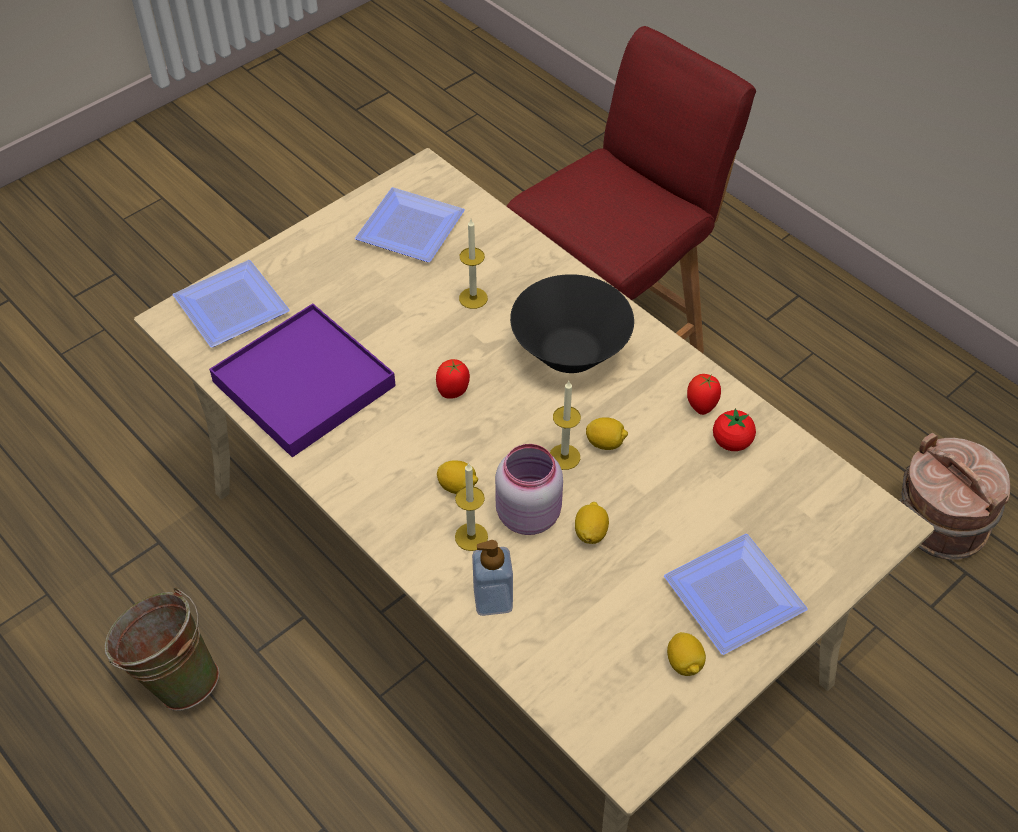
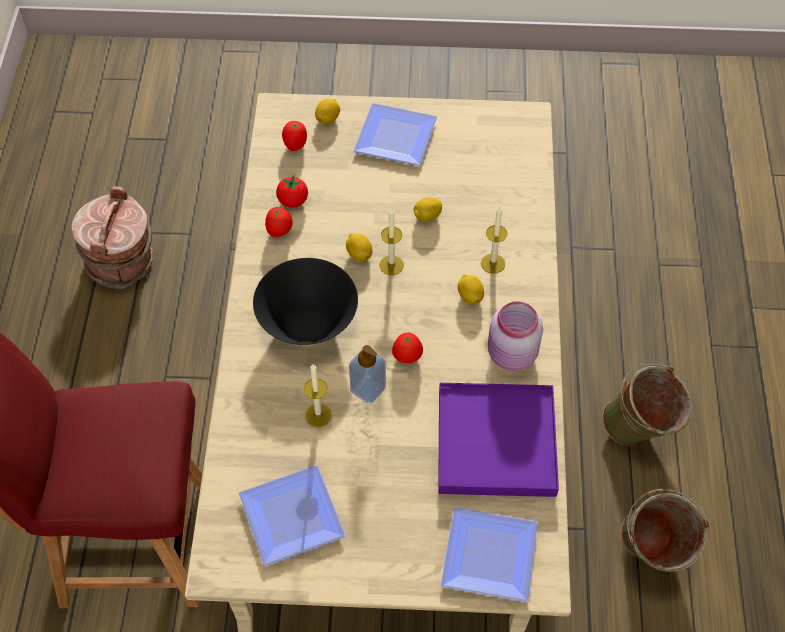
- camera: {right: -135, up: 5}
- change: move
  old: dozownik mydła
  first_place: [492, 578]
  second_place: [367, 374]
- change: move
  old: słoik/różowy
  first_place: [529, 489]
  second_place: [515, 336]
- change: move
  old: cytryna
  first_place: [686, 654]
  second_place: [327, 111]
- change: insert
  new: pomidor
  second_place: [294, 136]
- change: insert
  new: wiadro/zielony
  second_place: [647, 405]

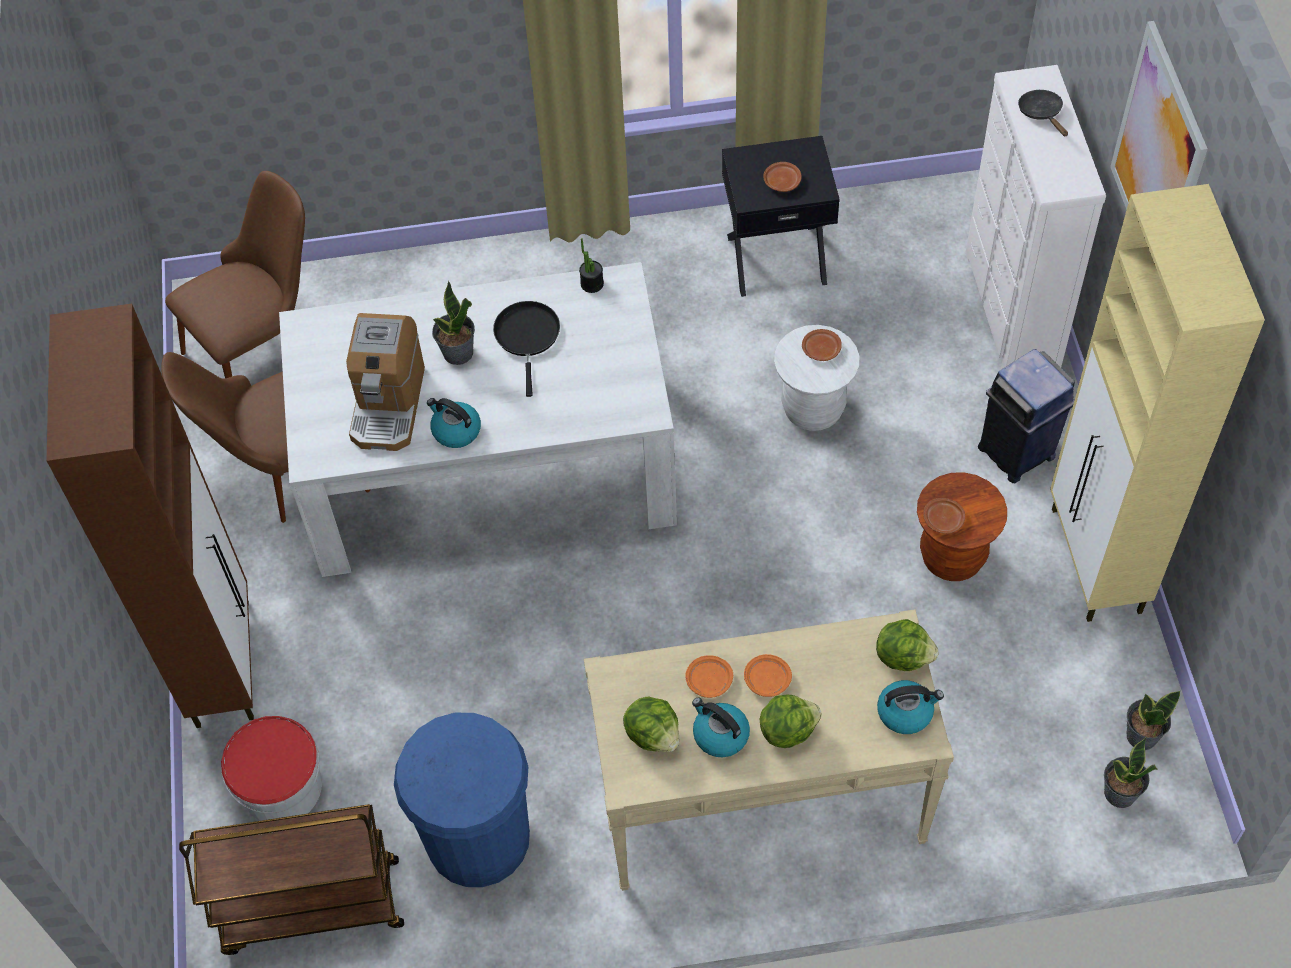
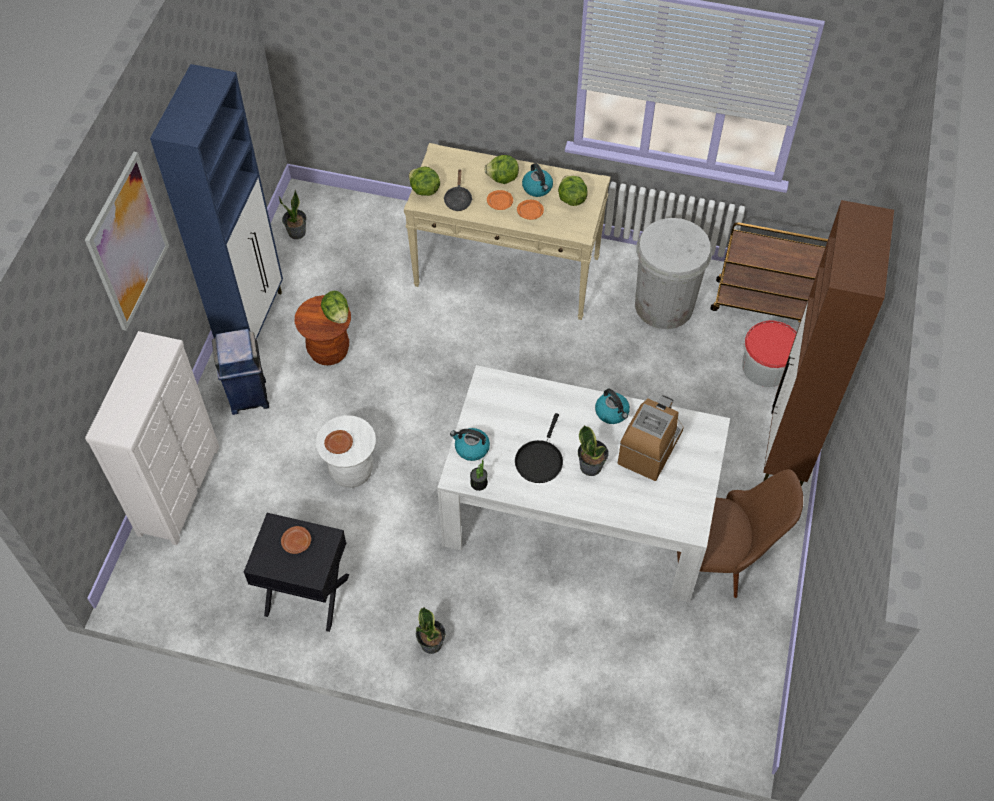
- camera: {right: -160, up: 0}
- change: delete
  old: krzesło/brązowy
  first_place: [235, 274]
- change: recolor
  old: kosz na śmieci/niebieski
  new: kosz na śmieci/biały
  first_place: [462, 800]
  second_place: [673, 273]
- change: move
  old: czajnik
  first_place: [910, 707]
  second_place: [470, 444]
- change: replace
  old: talerz/brązowy
  new: sałata
  first_place: [944, 516]
  second_place: [334, 307]
- change: move
  old: patelnia/czarny
  first_place: [1043, 113]
  second_place: [458, 190]
- change: recolor
  old: szafka/beżowy
  new: szafka/niebieski
  first_place: [1157, 403]
  second_place: [216, 201]
- change: move
  old: roślina doniczkowa
  first_place: [1131, 772]
  second_place: [431, 630]

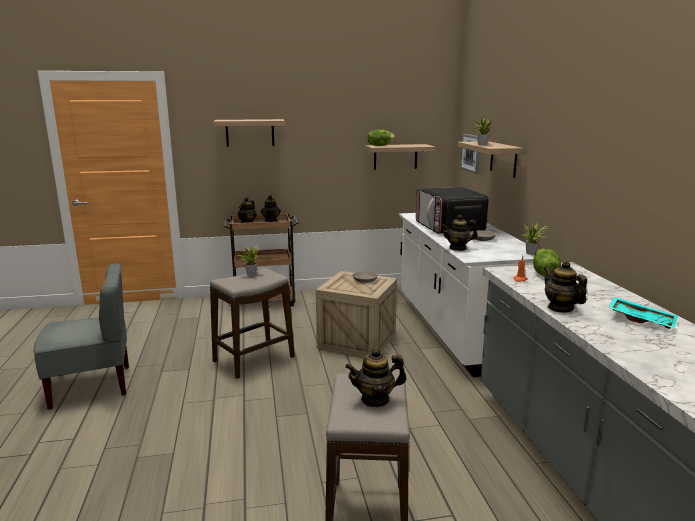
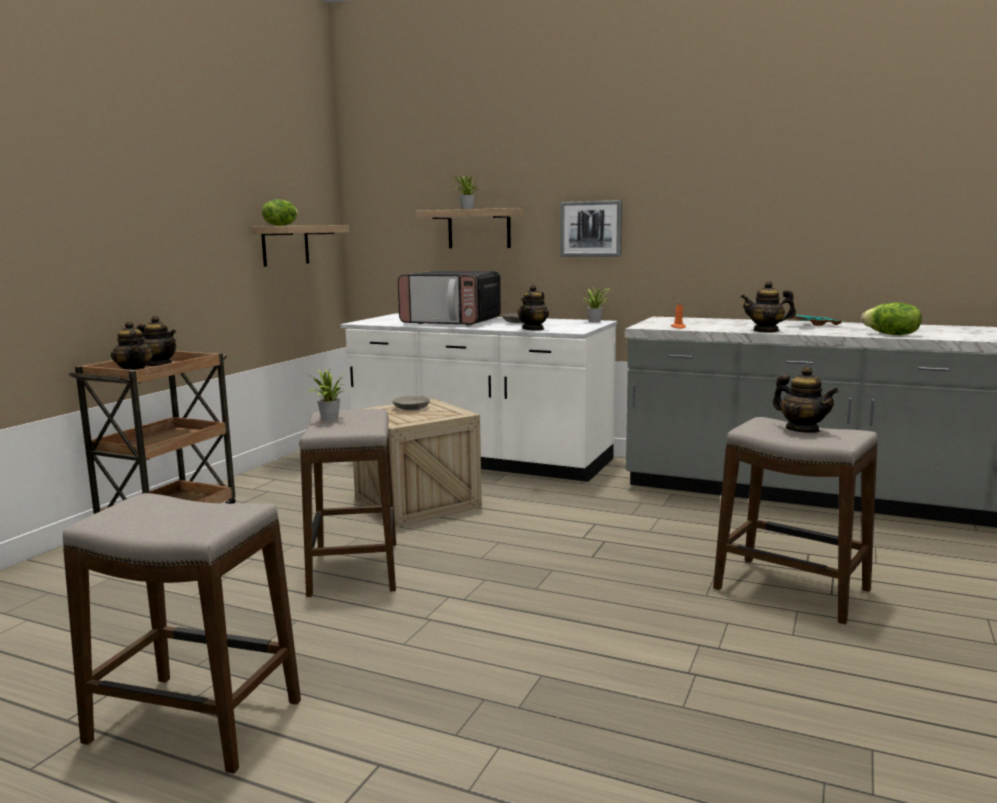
- camera: {right: -55, up: -5}
- change: replace
  old: krzesło/szary
  new: stołek
  first_place: [81, 336]
  second_place: [182, 633]
- change: delete
  old: półka
  first_place: [249, 132]
- change: rotate
  old: imbryk
  first_place: [375, 377]
  second_place: [806, 399]
  degrees: -60
- change: move
  old: obraz
  first_place: [470, 154]
  second_place: [591, 228]
- change: move
  old: sałata
  first_place: [547, 262]
  second_place: [892, 318]

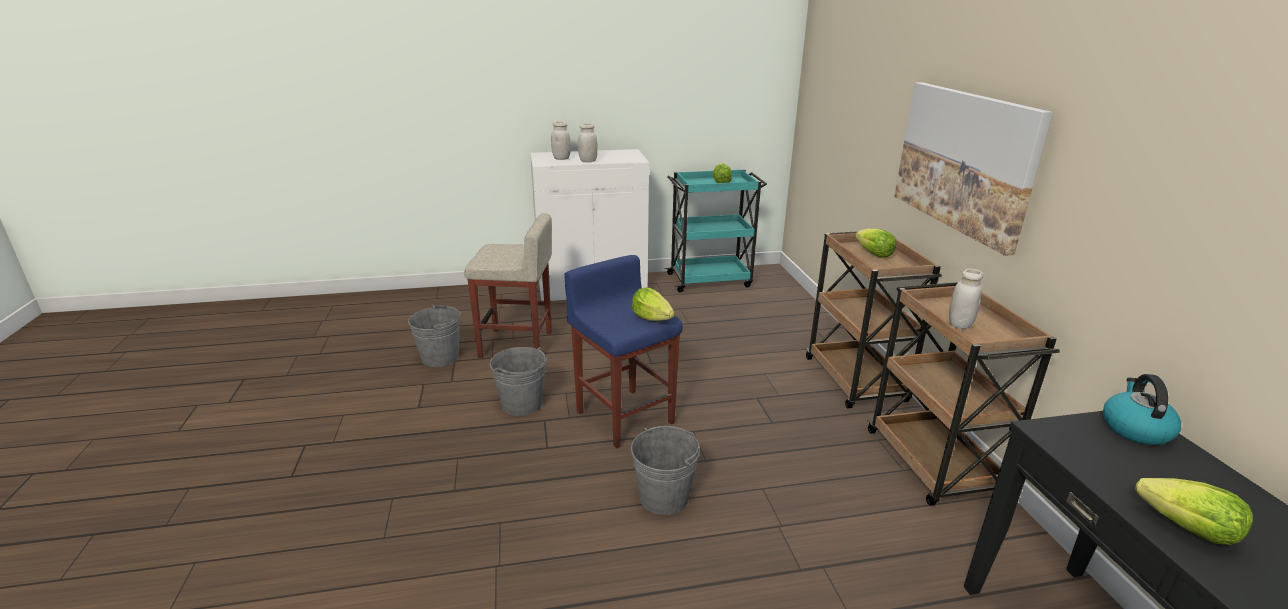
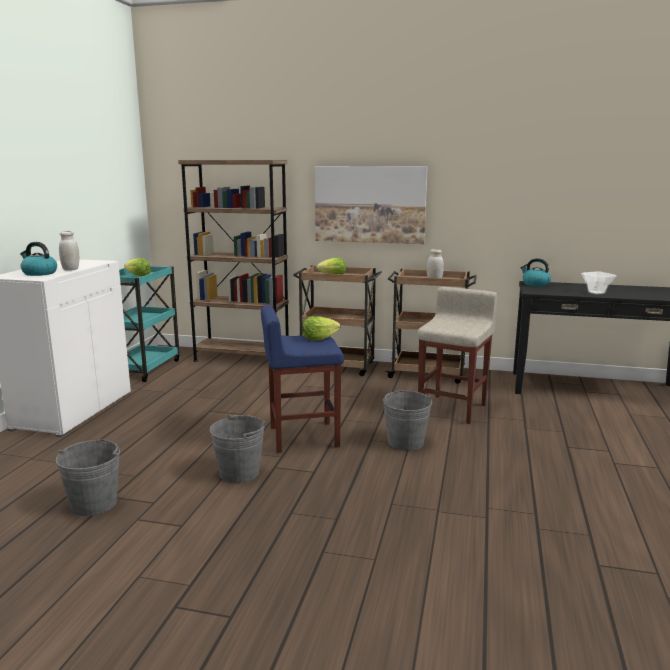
- camera: {right: -65, up: -10}
- change: move
  old: stołek/beżowy
  first_place: [508, 285]
  second_place: [458, 355]
- change: replace
  old: słoik/biały
  new: czajnik
  first_place: [561, 141]
  second_place: [38, 259]
- change: replace
  old: sałata
  new: miska
  first_place: [1194, 511]
  second_place: [598, 283]
- change: insert
  new: regał/brązowy
  second_place: [233, 261]

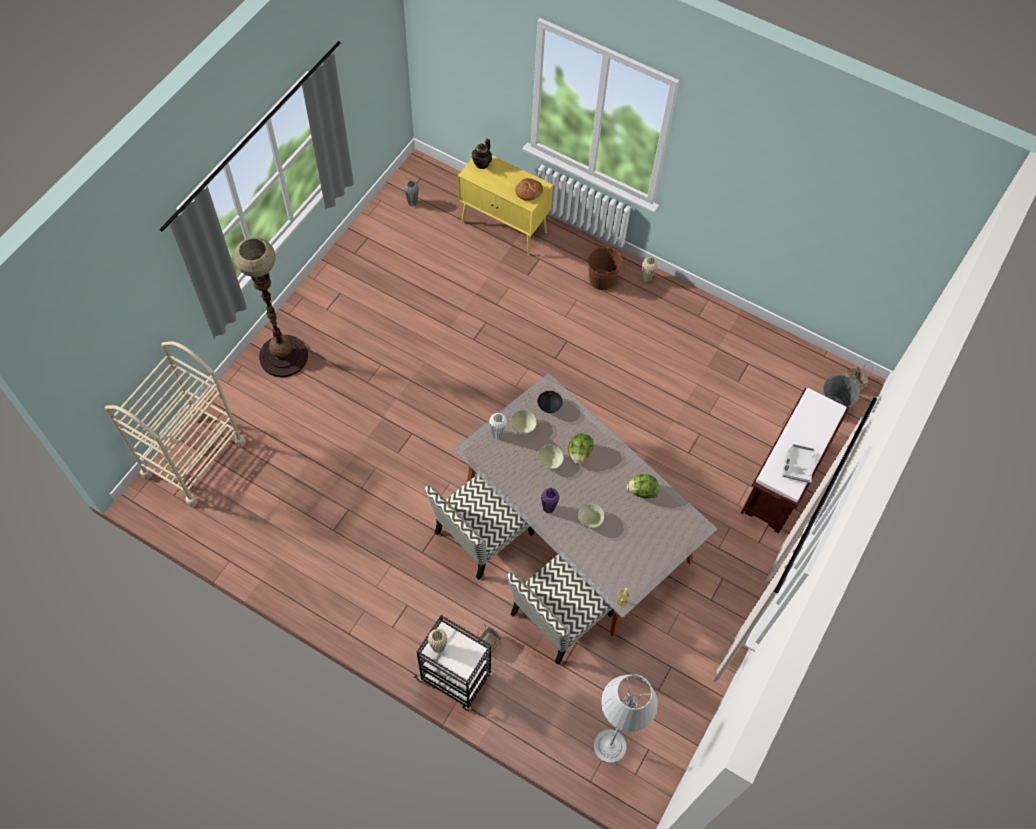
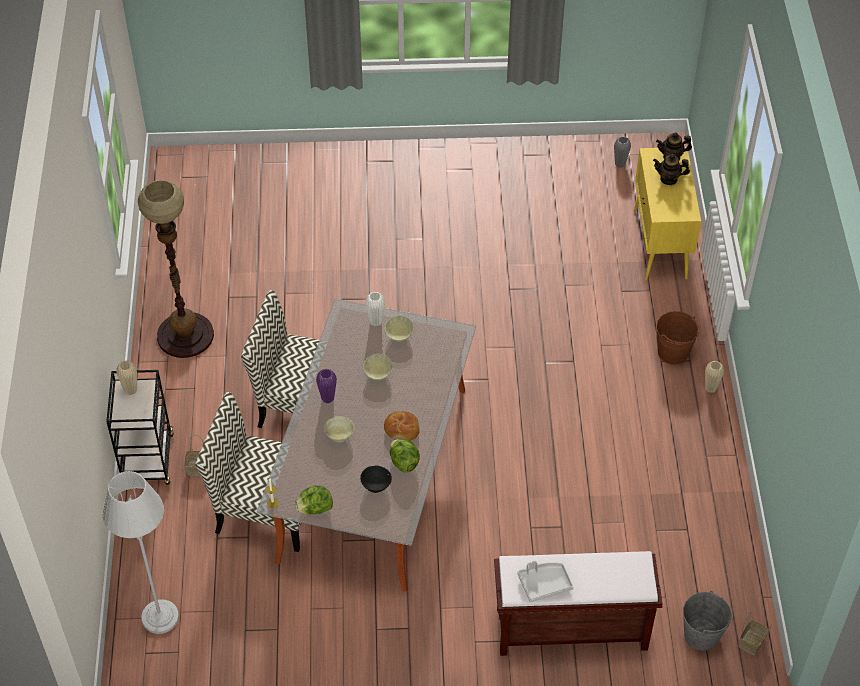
- camera: {right: 60, up: -10}
- change: delete
  old: wózek/beżowy
  first_place: [175, 424]
- change: move
  old: lampa stojąca
  first_place: [271, 307]
  second_place: [176, 269]
- change: move
  old: chleb
  first_place: [529, 189]
  second_place: [402, 426]
- change: move
  old: miska/czarny
  first_place: [550, 402]
  second_place: [376, 479]
- change: move
  old: sałata
  first_place: [581, 449]
  second_place: [314, 500]
- change: insert
  new: imbryk
  second_place: [671, 169]

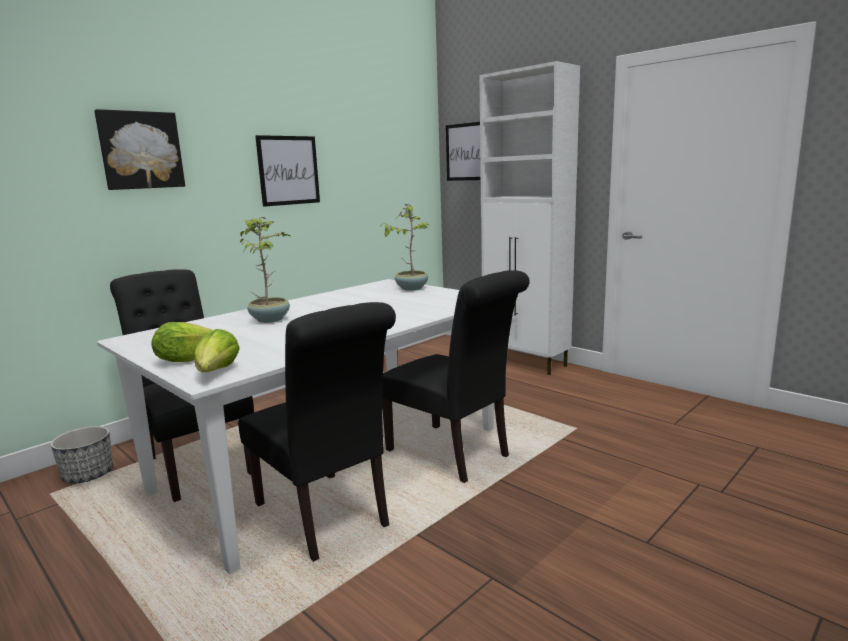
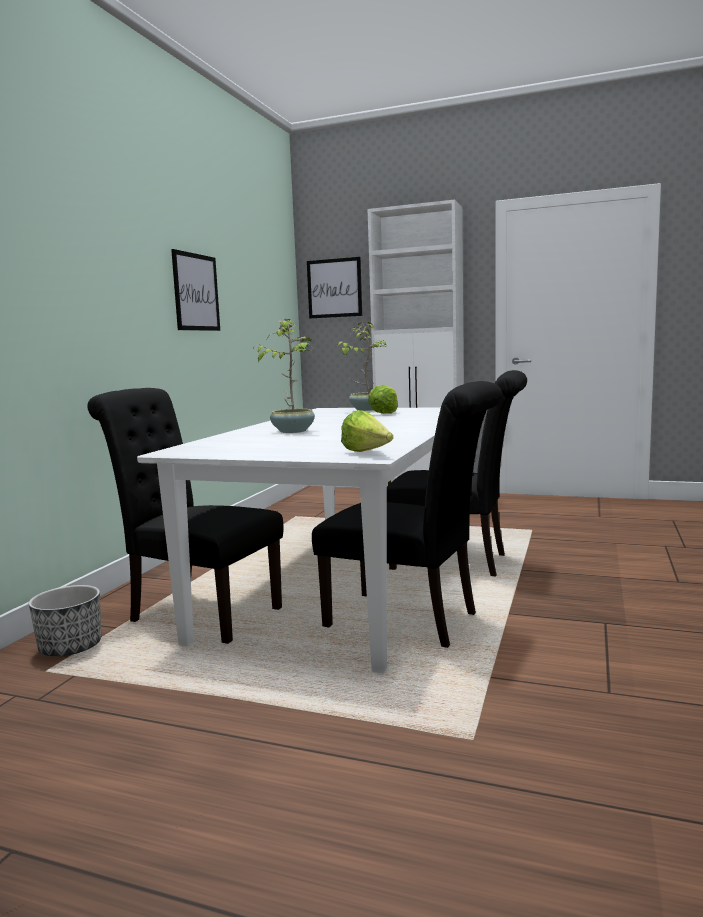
- camera: {right: -25, up: -5}
- change: delete
  old: obraz
  first_place: [139, 149]
- change: move
  old: sałata
  first_place: [182, 342]
  second_place: [383, 399]

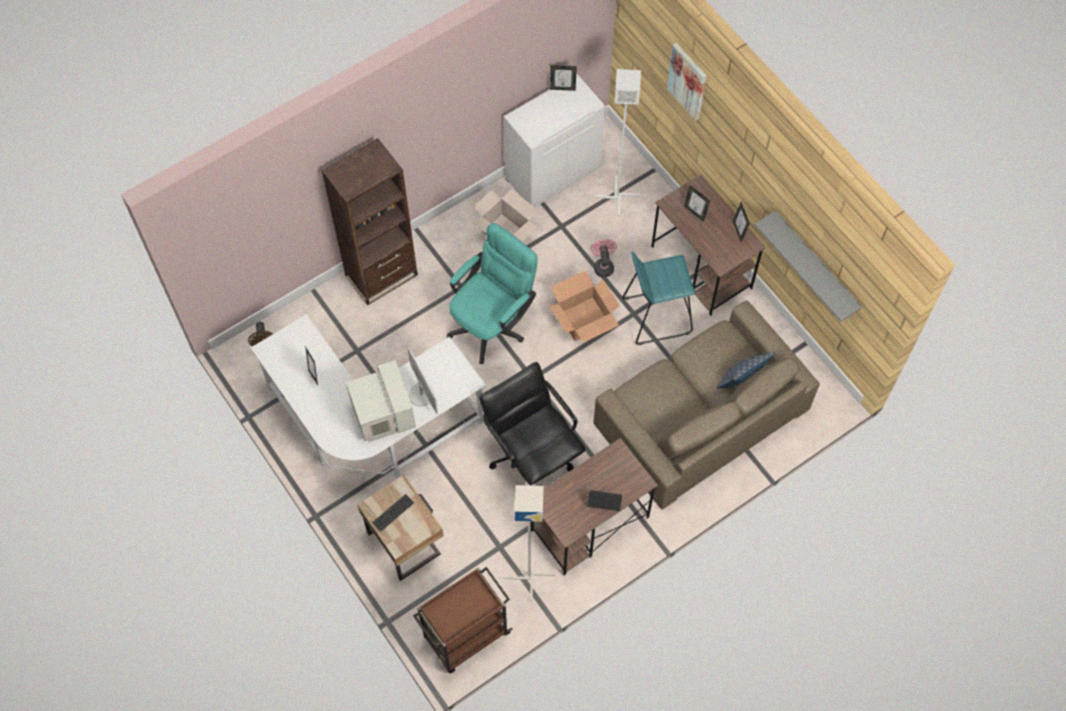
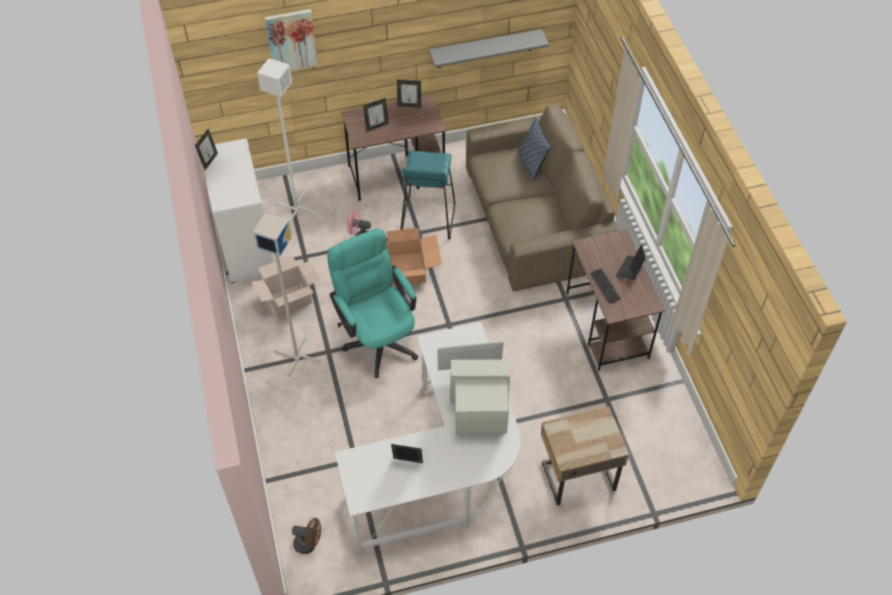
- camera: {right: -70, up: -10}
- change: delete
  old: regał/brązowy
  first_place: [370, 221]
- change: move
  old: klawiatura
  first_place: [393, 512]
  second_place: [605, 286]
- change: delete
  old: wózek/brązowy
  first_place: [463, 620]
- change: delete
  old: krzesło biurowe/czarny
  first_place: [532, 424]
- change: move
  old: lampa stojąca/szary
  first_place: [529, 543]
  second_place: [286, 294]

